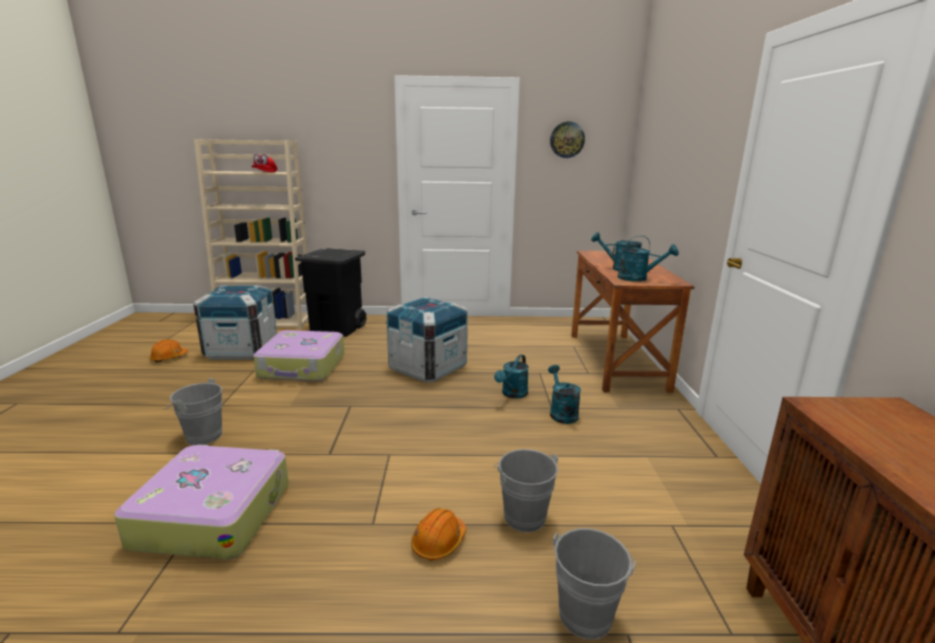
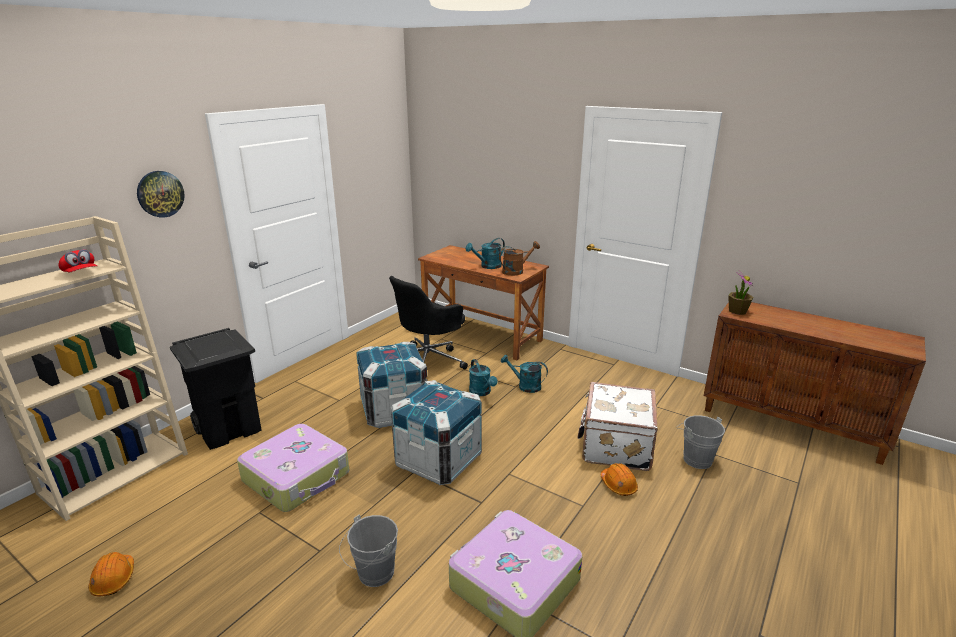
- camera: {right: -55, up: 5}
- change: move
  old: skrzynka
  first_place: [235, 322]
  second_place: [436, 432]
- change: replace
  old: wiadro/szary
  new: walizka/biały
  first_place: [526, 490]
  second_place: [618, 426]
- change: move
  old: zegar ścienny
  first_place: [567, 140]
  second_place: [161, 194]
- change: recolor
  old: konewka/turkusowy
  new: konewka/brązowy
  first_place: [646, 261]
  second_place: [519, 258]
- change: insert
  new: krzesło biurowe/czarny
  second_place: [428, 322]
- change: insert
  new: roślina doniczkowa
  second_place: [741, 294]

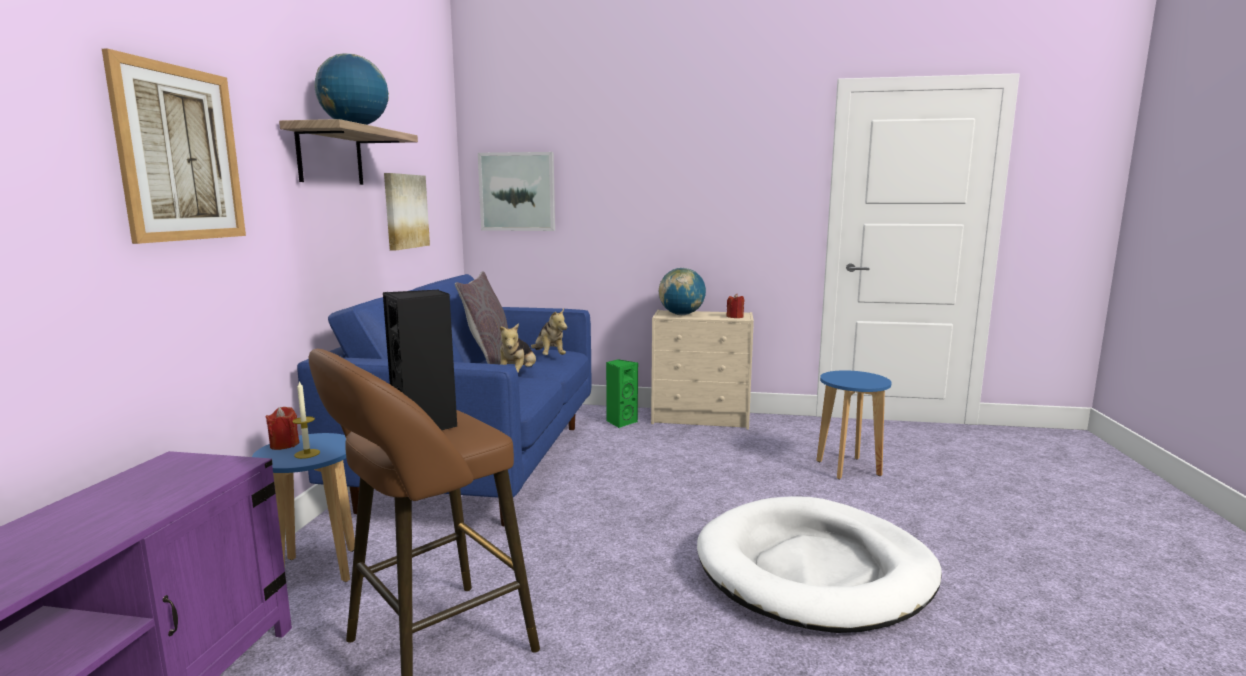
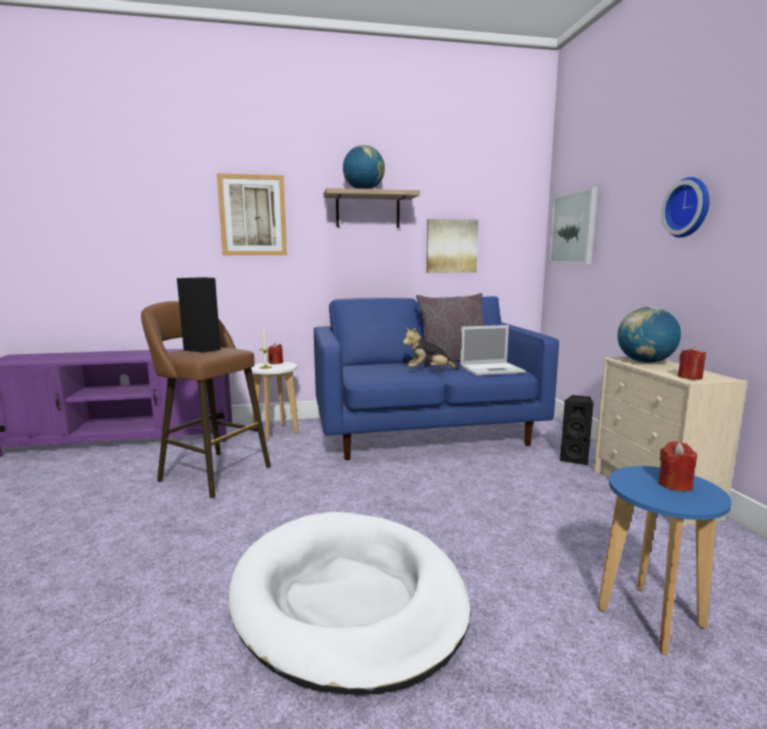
- camera: {right: 70, up: 0}
- change: recolor
  old: stołek/niebieski
  new: stołek/biały
  first_place: [303, 507]
  second_place: [275, 401]
- change: replace
  old: pluszak
  new: laptop
  first_place: [549, 331]
  second_place: [493, 350]
- change: recolor
  old: głośnik/zielony
  new: głośnik/czarny
  first_place: [622, 393]
  second_place: [577, 430]
- change: insert
  new: świeca/czerwony
  second_place: [677, 466]
- change: insert
  new: zegar ścienny
  second_place: [685, 207]

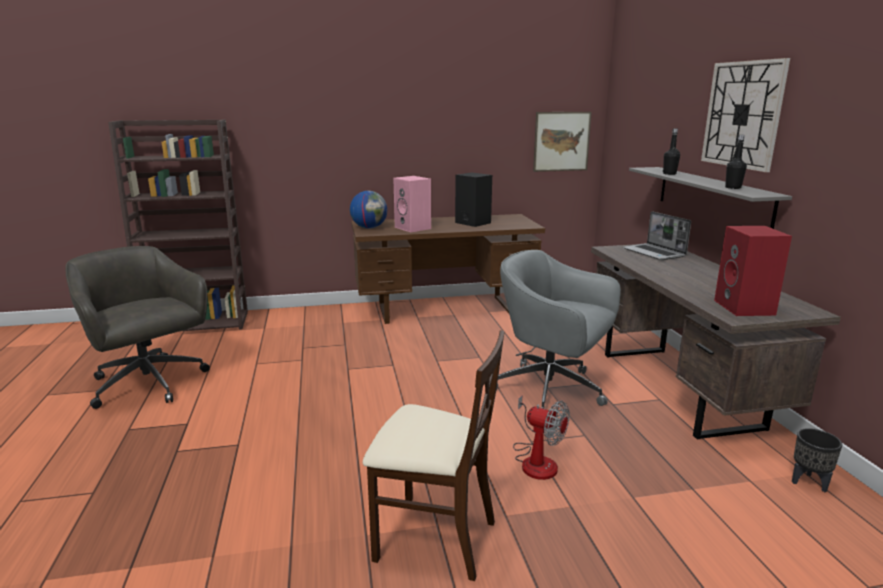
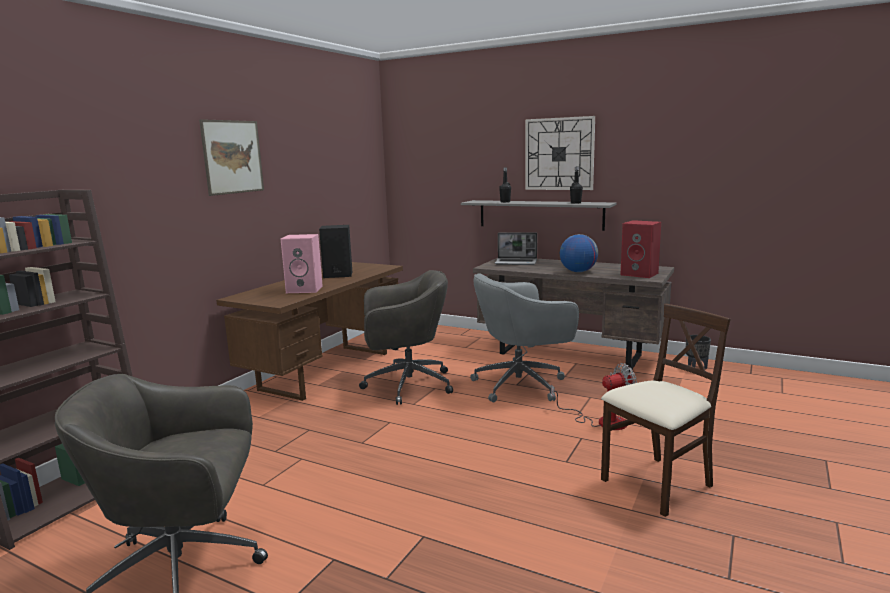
- camera: {right: -50, up: -5}
- change: move
  old: globus
  first_place: [368, 209]
  second_place: [579, 253]
- change: move
  old: obraz
  first_place: [562, 142]
  second_place: [231, 157]
- change: insert
  new: krzesło biurowe/szary
  second_place: [406, 337]

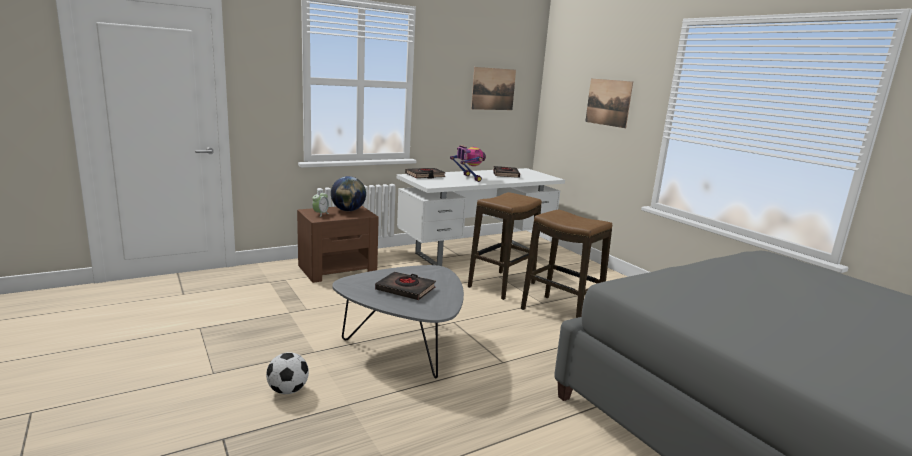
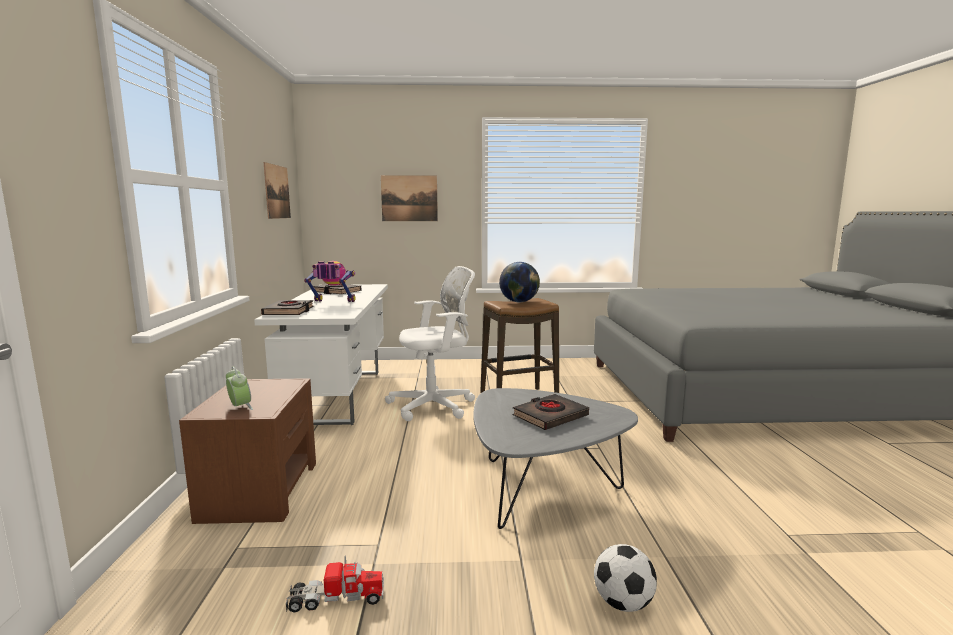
- camera: {right: -60, up: -5}
- change: move
  old: globus
  first_place: [348, 193]
  second_place: [519, 282]
- change: replace
  old: stołek
  new: krzesło biurowe/biały
  first_place: [505, 246]
  second_place: [430, 343]
- change: insert
  new: ciężarówka zabawkowa
  second_place: [335, 584]

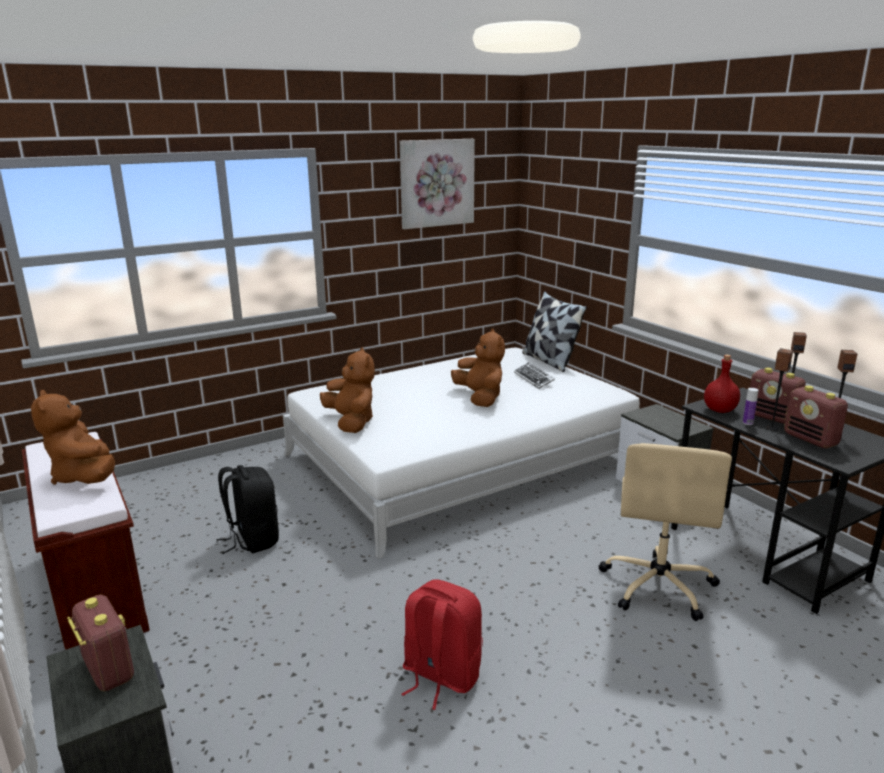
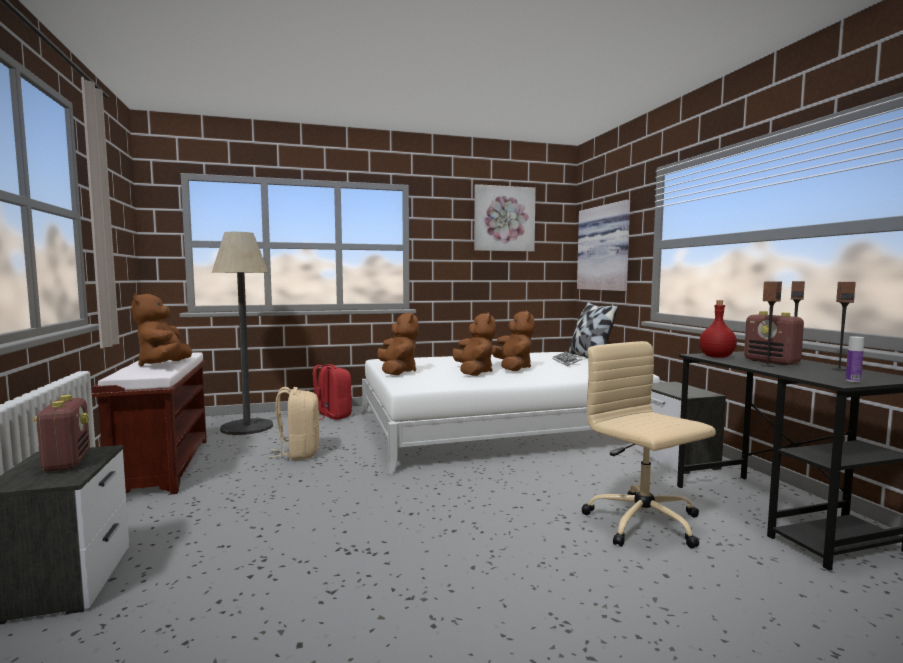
- camera: {right: 15, up: -15}
- change: recolor
  old: plecak/czarny
  new: plecak/beżowy
  first_place: [247, 509]
  second_place: [294, 424]
- change: move
  old: plecak/czerwony
  first_place: [442, 644]
  second_place: [332, 392]
- change: rotate
  old: krzesło biurowe/beżowy
  first_place: [665, 532]
  second_place: [649, 445]
  degrees: 120
- change: move
  old: butelka
  first_place: [750, 406]
  second_place: [854, 359]
- change: delete
  old: radio
  first_place: [816, 416]
- change: insert
  new: lampa stojąca
  second_place: [242, 333]
- change: insert
  new: pluszak/brązowy
  second_place: [474, 344]
- change: insert
  new: obraz
  second_place: [603, 245]

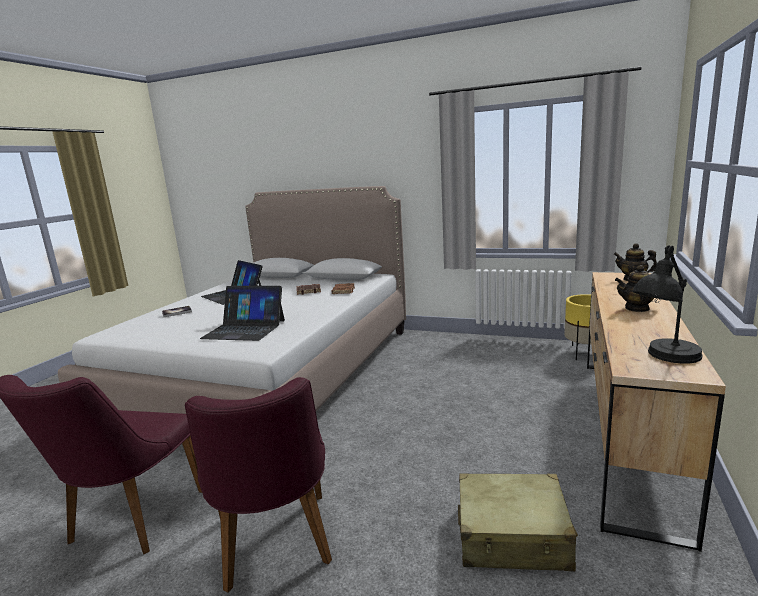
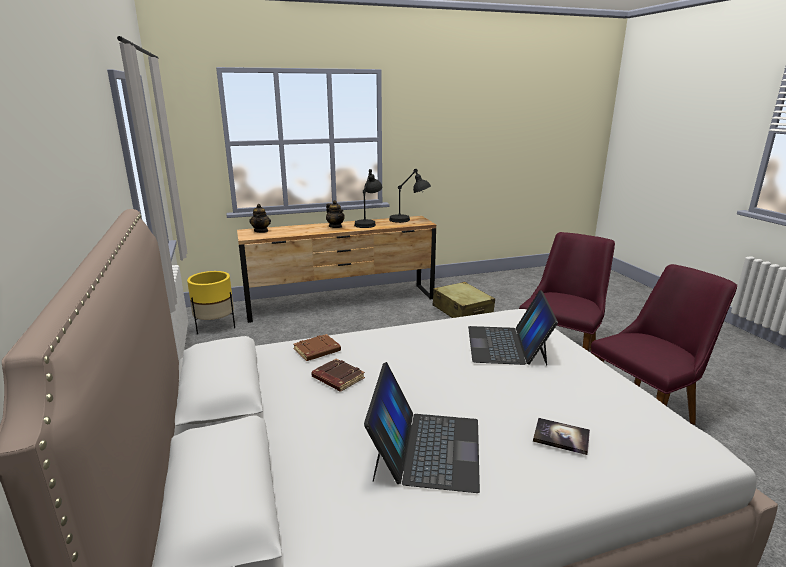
- camera: {right: -130, up: 5}
- change: rotate
  old: laptop
  first_place: [242, 313]
  second_place: [513, 328]
  degrees: -150
- change: insert
  new: lampa stołowa/czarny
  second_place: [368, 198]

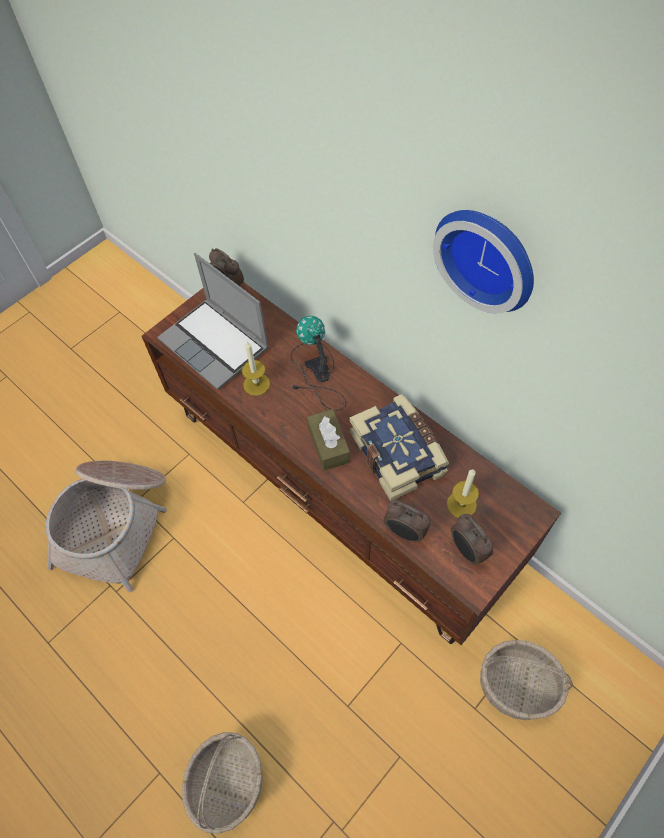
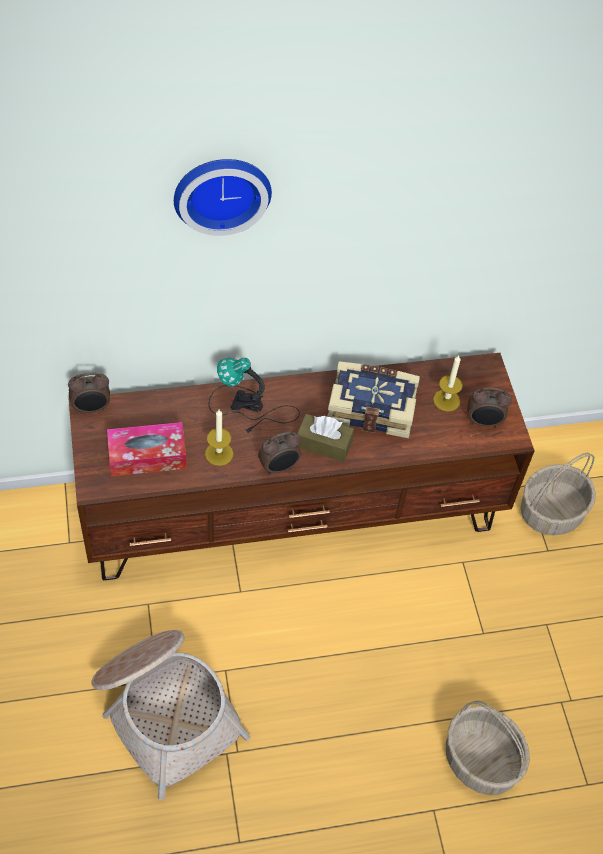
- camera: {right: -60, up: -5}
- change: replace
  old: laptop
  new: pudełko chusteczek
  first_place: [213, 321]
  second_place: [147, 449]
- change: move
  old: budzik
  first_place: [406, 521]
  second_place: [279, 454]
- change: move
  old: zegar ścienny
  first_place: [483, 261]
  second_place: [223, 197]

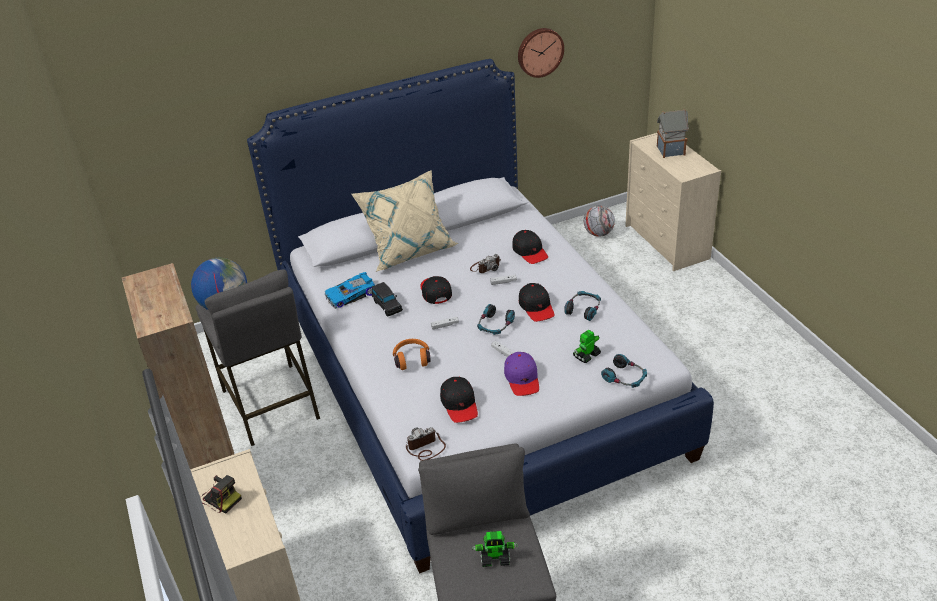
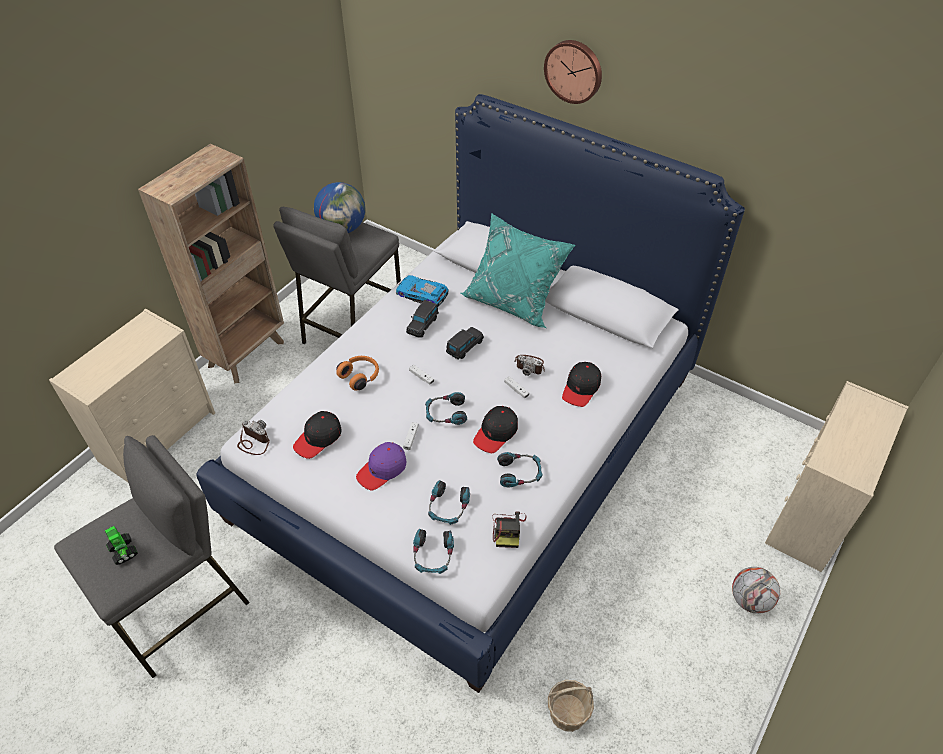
- camera: {right: 55, up: 10}
- change: move
  old: aparat fotograficzny
  first_place: [221, 494]
  second_place: [509, 530]
- change: recolor
  old: poduszka/beżowy
  new: poduszka/turkusowy
  first_place: [404, 221]
  second_place: [518, 270]
- change: replace
  old: czapka z daszkiem/czarny
  new: samochodzik/czarny
  first_place: [436, 290]
  second_place: [465, 343]
- change: move
  old: zegar ścienny
  first_place: [541, 53]
  second_place: [573, 72]
- change: replace
  old: robot zabawkowy
  new: słuchawki
  first_place: [587, 346]
  second_place: [449, 502]
- change: move
  old: piłka futbolowa
  first_place: [599, 221]
  second_place: [756, 590]
- change: delete
  old: domek
  first_place: [672, 133]
- change: insert
  new: koszyk
  second_place: [571, 706]

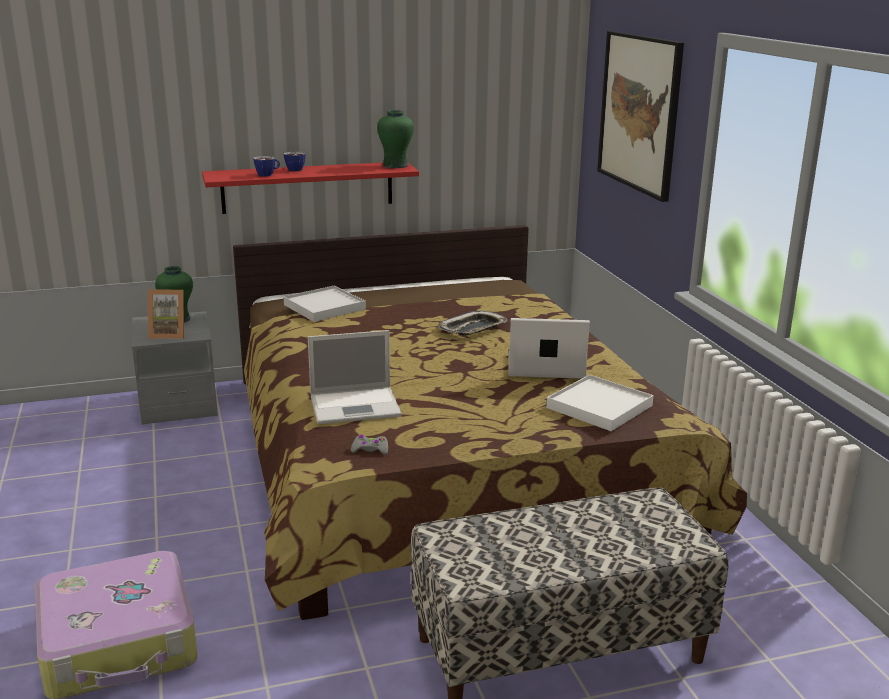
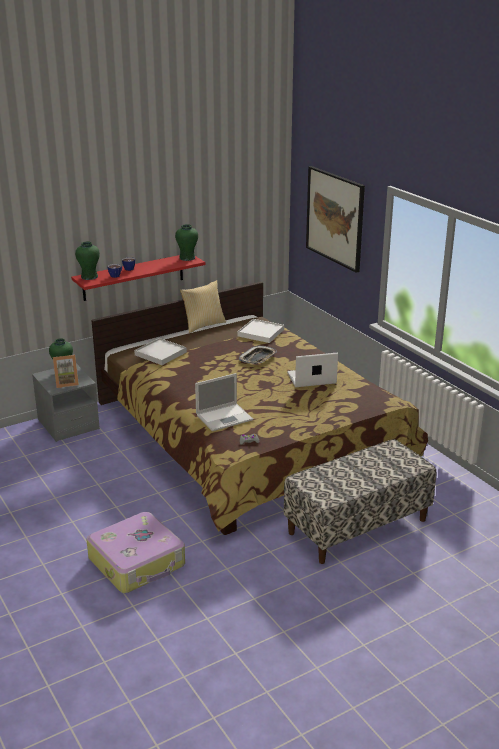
- camera: {right: -15, up: 5}
- change: move
  old: taca/biały
  first_place: [600, 403]
  second_place: [261, 331]
- change: insert
  new: wazon/zielony
  second_place: [87, 261]
- change: insert
  new: poduszka
  second_place: [203, 306]

